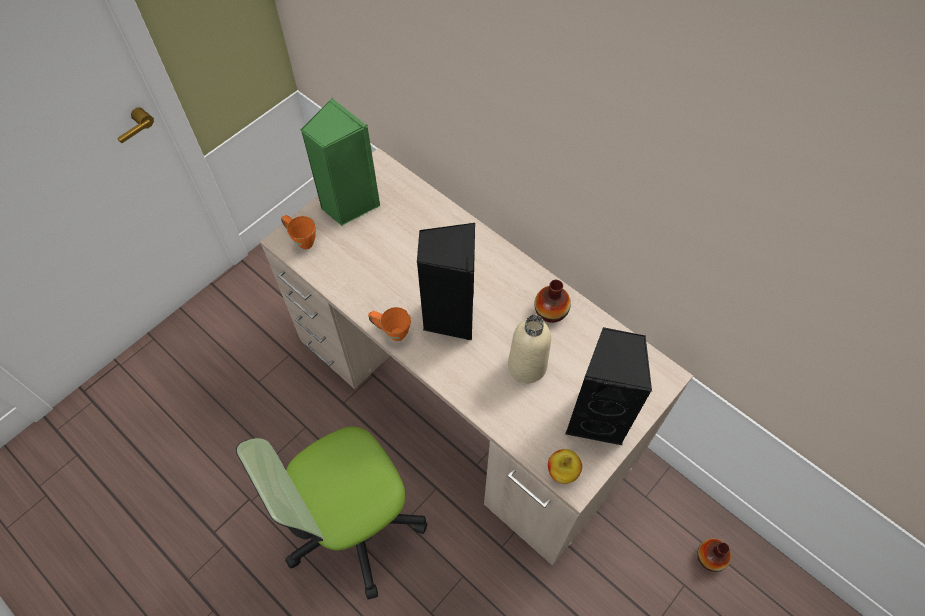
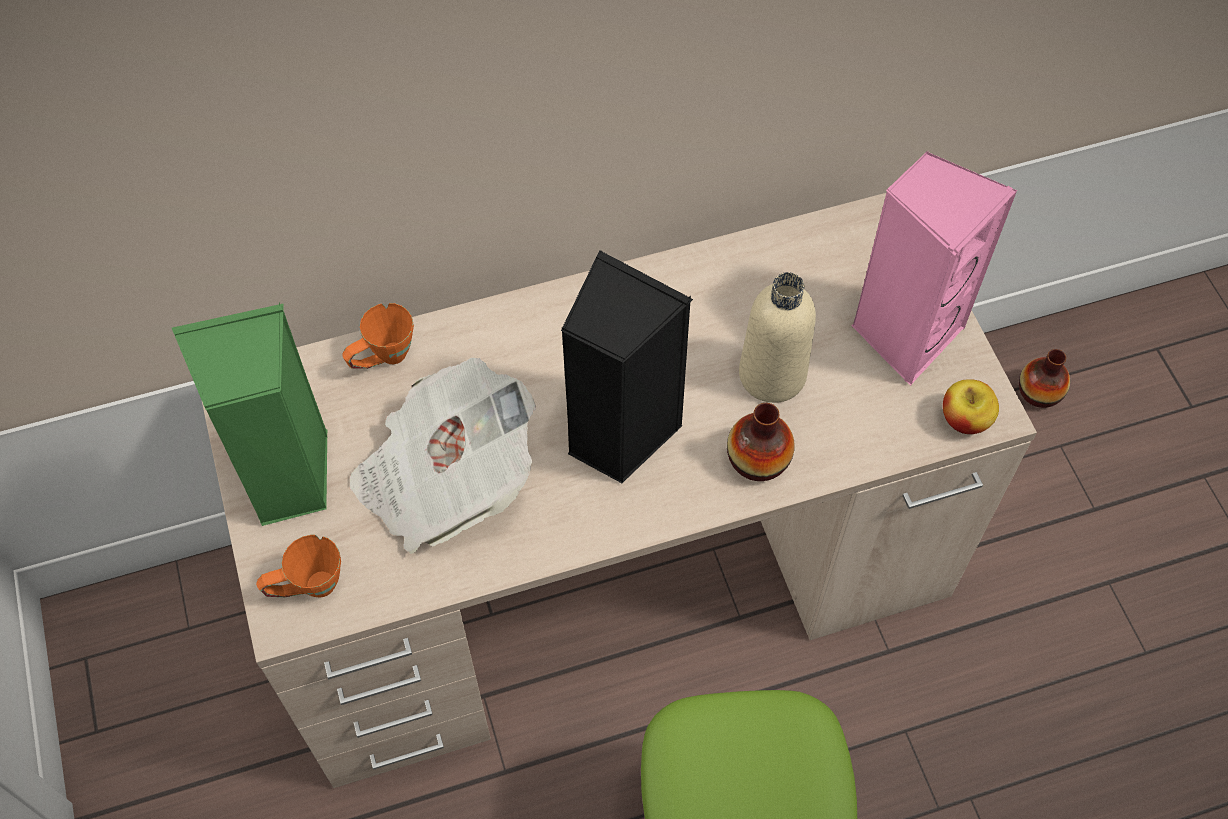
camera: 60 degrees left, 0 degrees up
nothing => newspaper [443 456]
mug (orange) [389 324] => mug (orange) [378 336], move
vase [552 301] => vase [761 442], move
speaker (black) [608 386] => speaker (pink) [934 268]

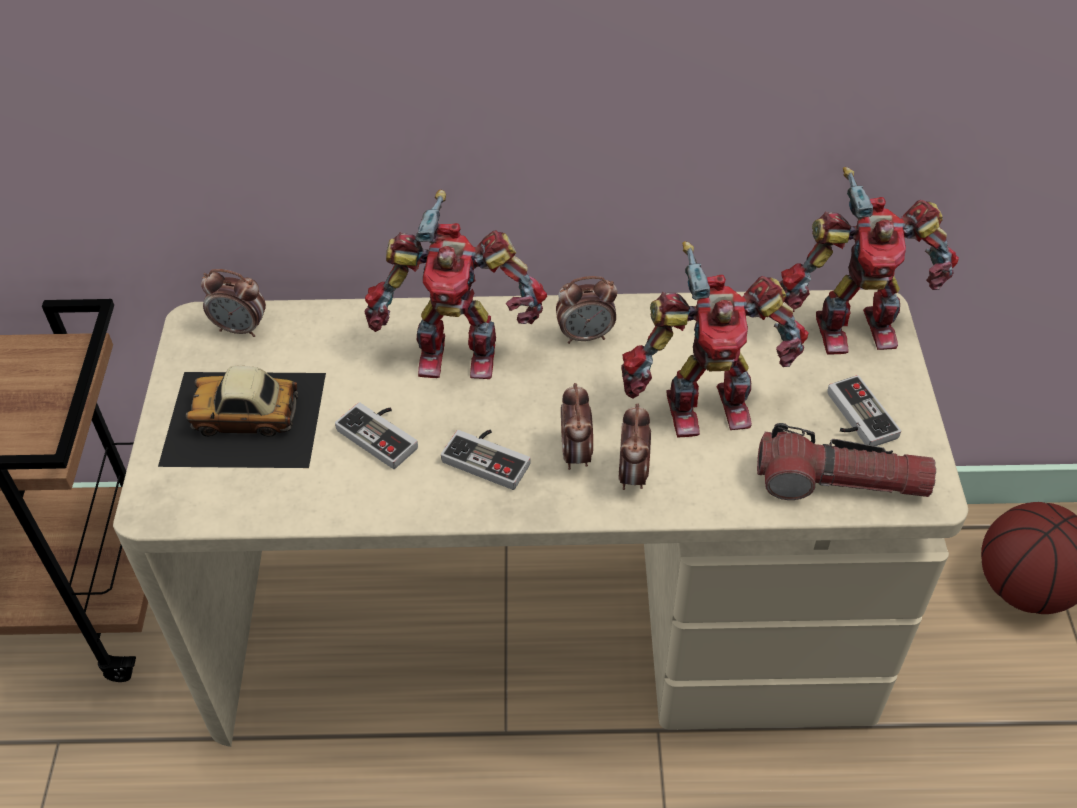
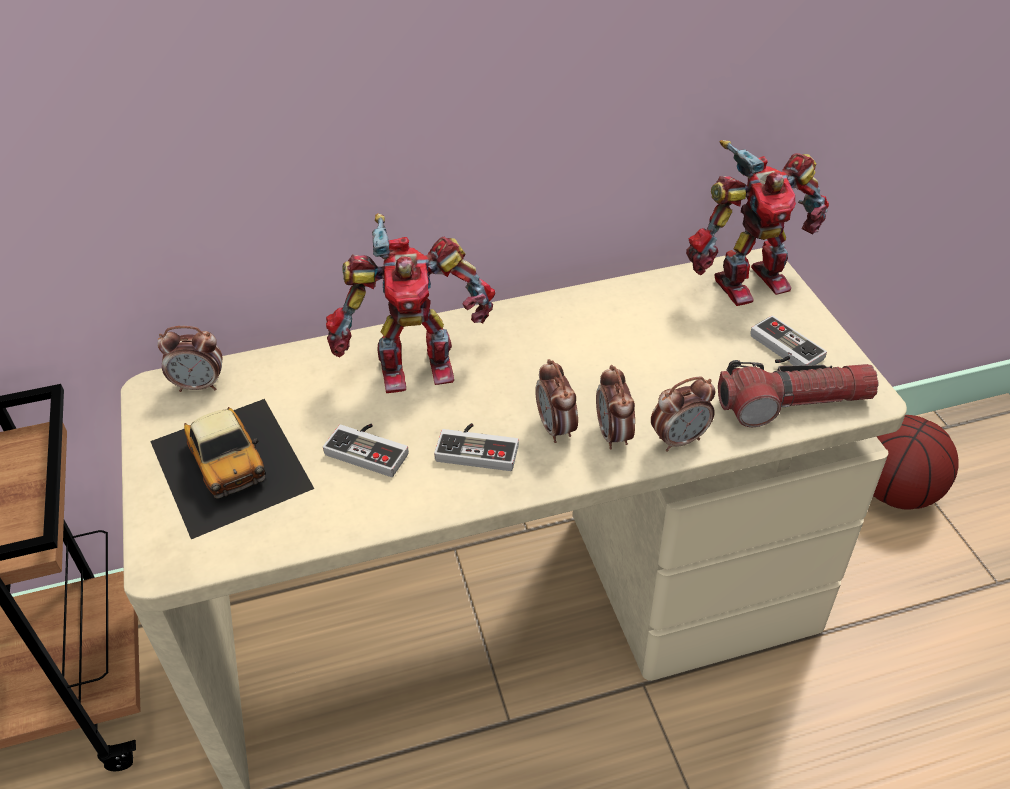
camera: 15 degrees left, 5 degrees down
toy robot [715 339] => nothing
alarm clock [587 310] => alarm clock [683 414], move
toy car [242 417] => toy car [232 469], 105 degrees counterclockwise

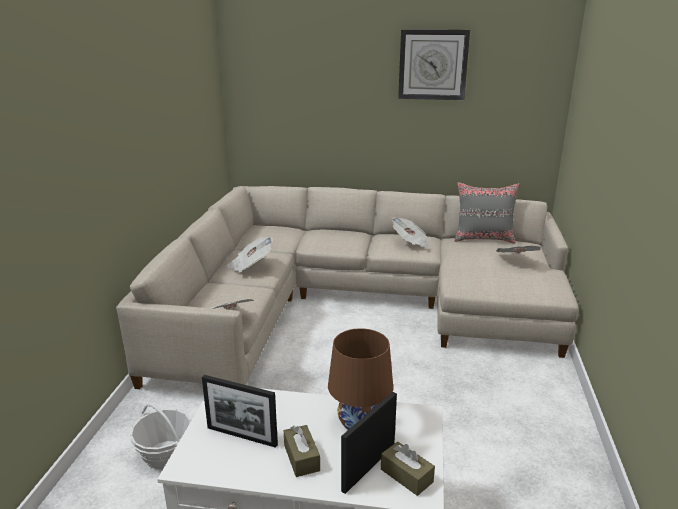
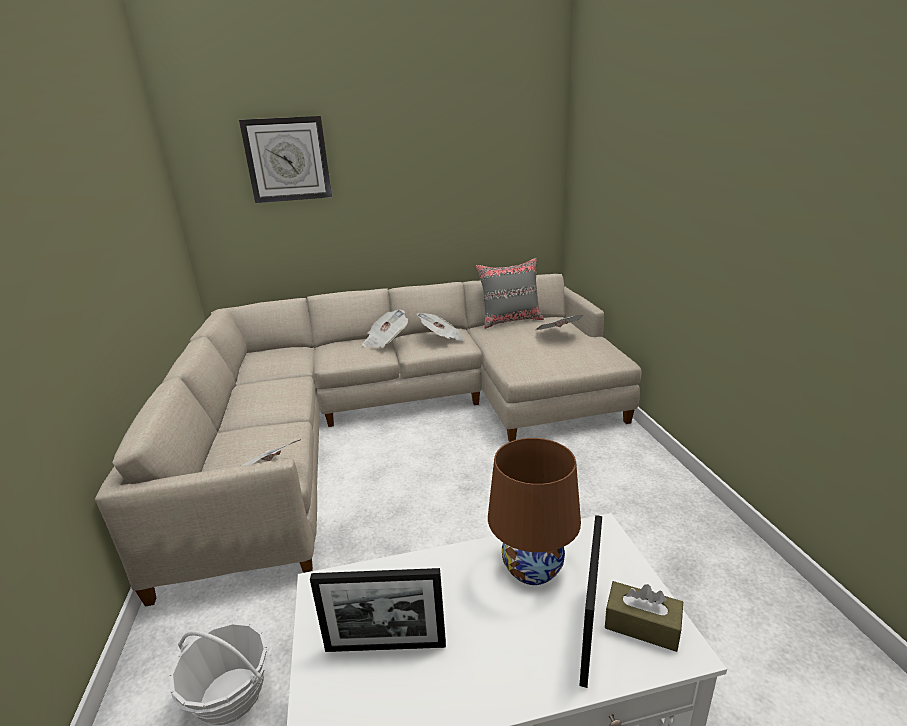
camera: 20 degrees left, 0 degrees up
tissue box (brown) [302 451] => nothing
newspaper [250 254] => newspaper [385 329], move
wall clock [434 64] => wall clock [285 159], move

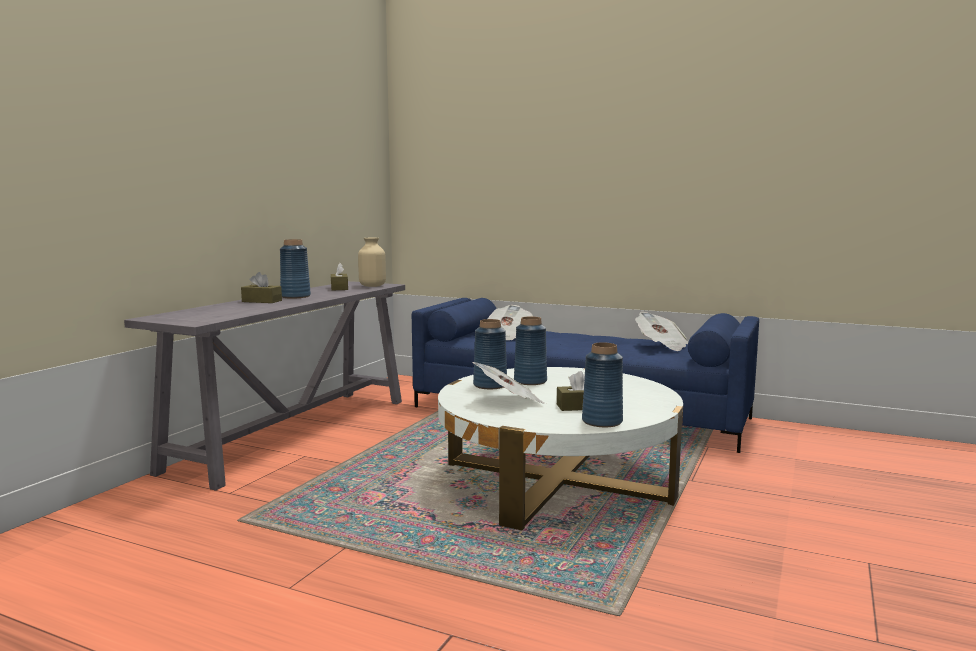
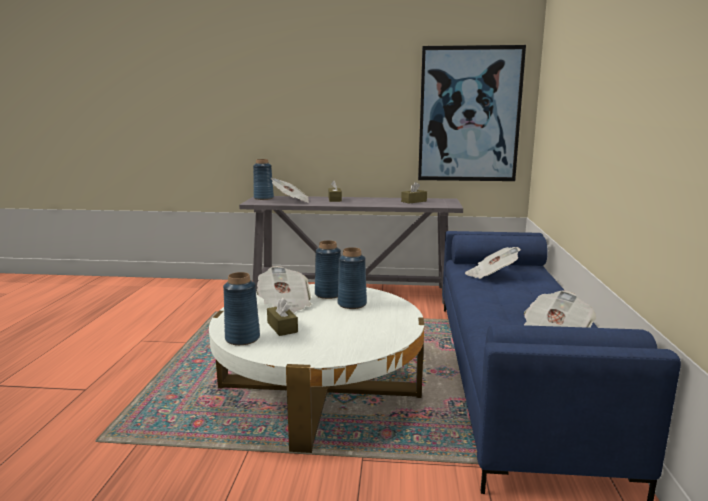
camera: 70 degrees right, 5 degrees up
vase (beige) [372 262] => nothing
nothing => newspaper [290 190]
nothing => picture [472 113]
vase (blue) [295 268] => vase (blue) [263 179], move

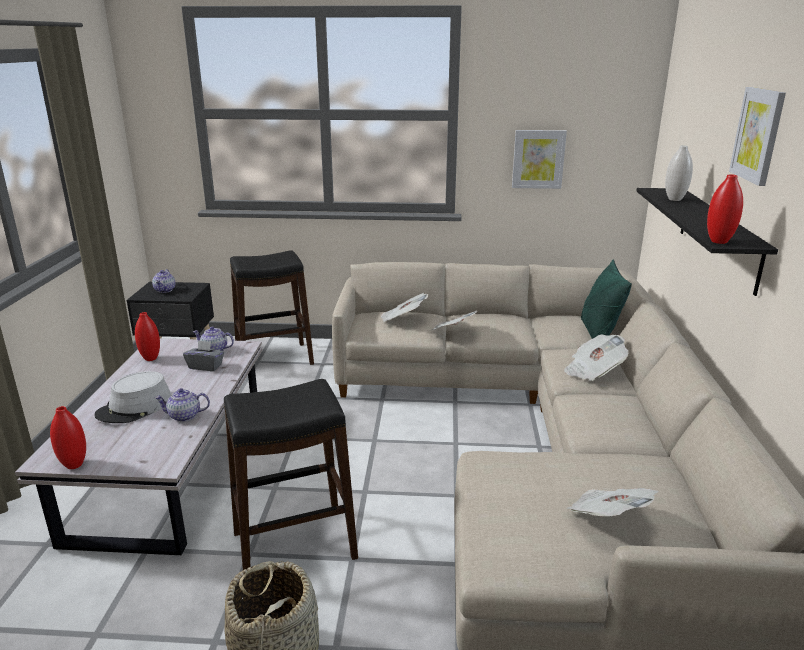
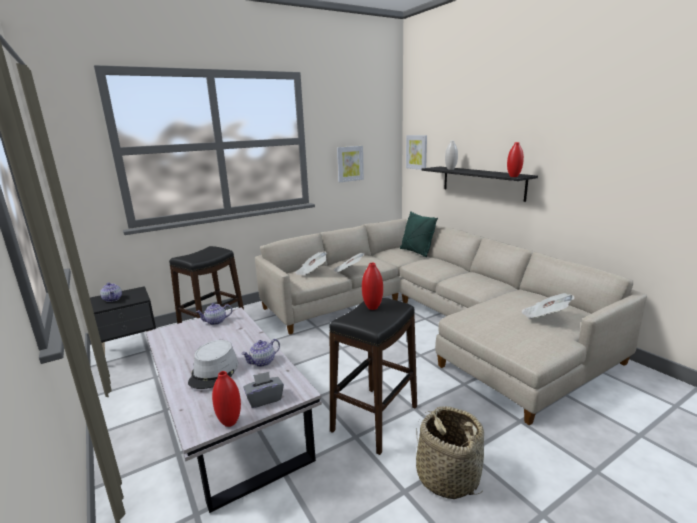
camera: 35 degrees left, 5 degrees down
newspaper [596 357] => nothing
vase (red) [147 336] => vase (red) [372 286], move
tissue box (grey) [203 355] => tissue box (grey) [263 390], move
picture [757 136] => picture [416 152], move

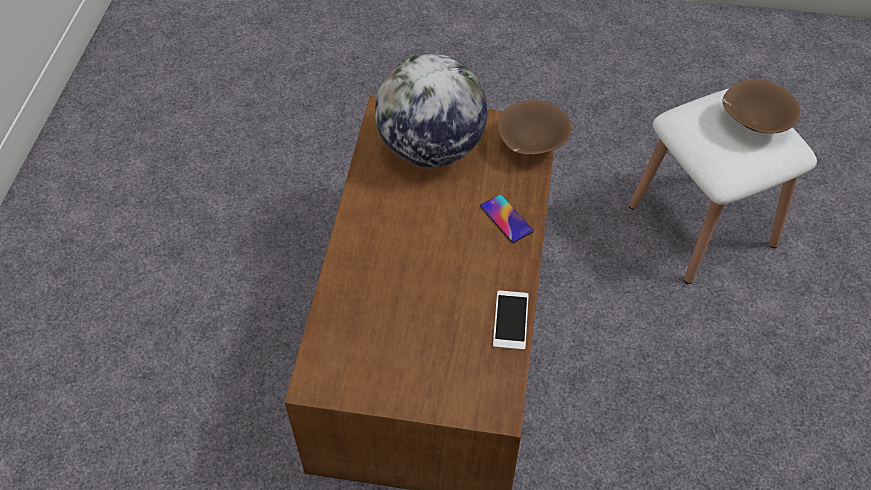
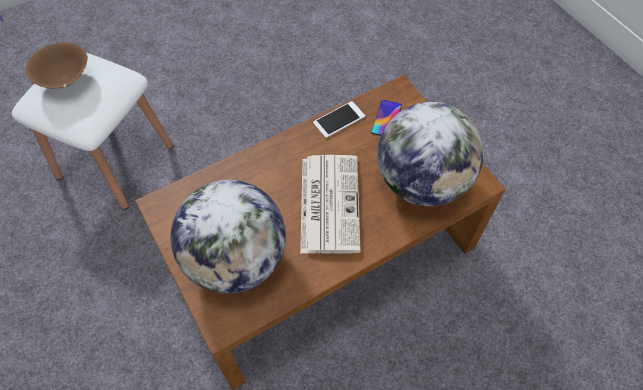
camera: 130 degrees left, 5 degrees up
bowl (brown) [535 127] => nothing
nothing => newspaper [330 204]
nothing => globe [430 154]
phone [507 218] => phone [386 118], move

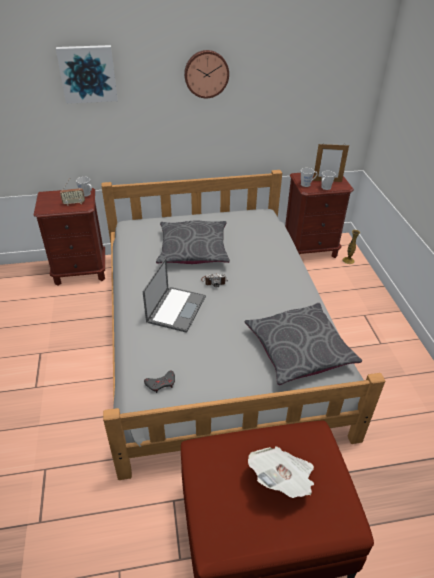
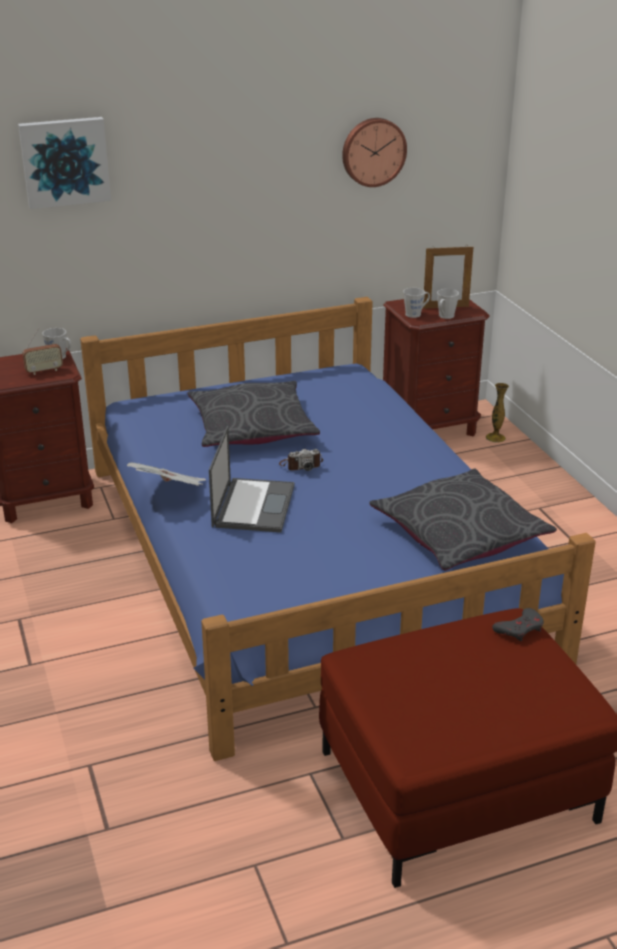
camera: 10 degrees left, 10 degrees down
game controller (grey) [159 382] => game controller (grey) [518 624], move
wall clock [206 74] => wall clock [374 152], move
newspaper [281 472] => newspaper [166 474], move
bed (grey) [243 325] => bed (blue) [338 529]

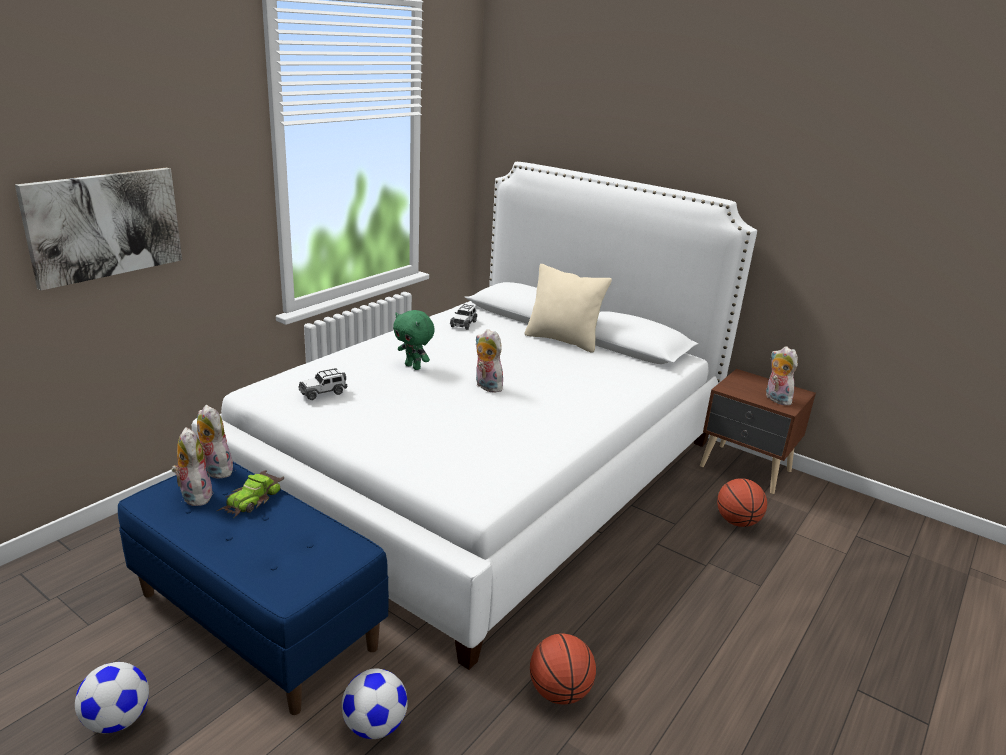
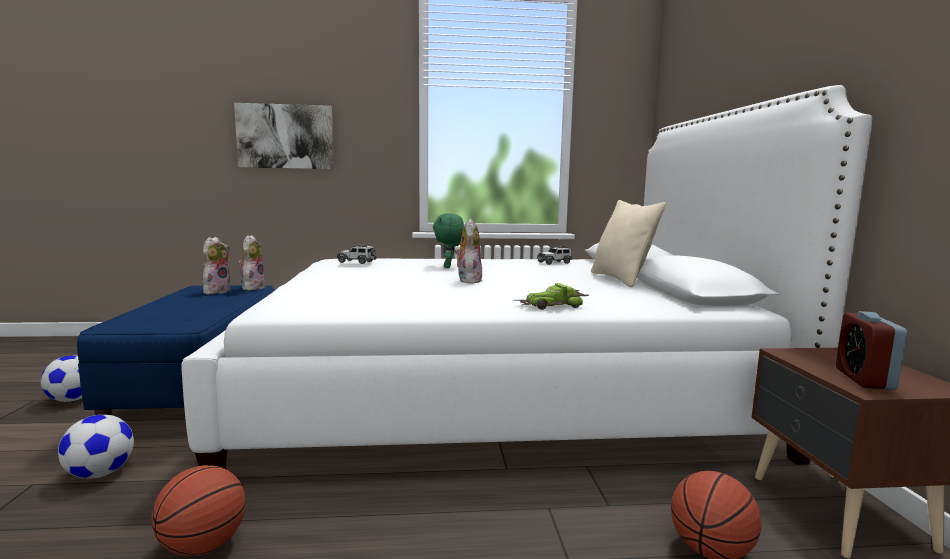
camera: 50 degrees right, 15 degrees down
toy car [250 494] => toy car [553 296], move
plush toy [782 375] => alarm clock [871 350]

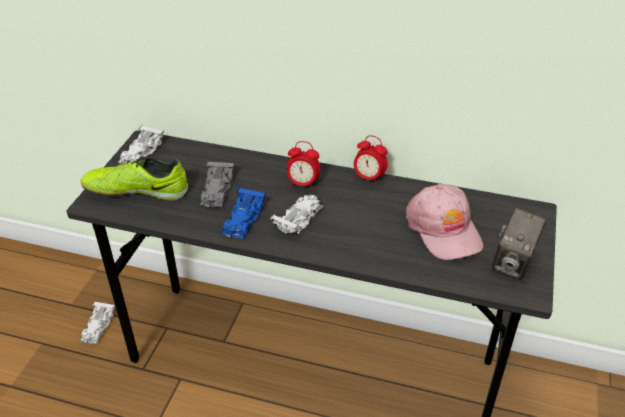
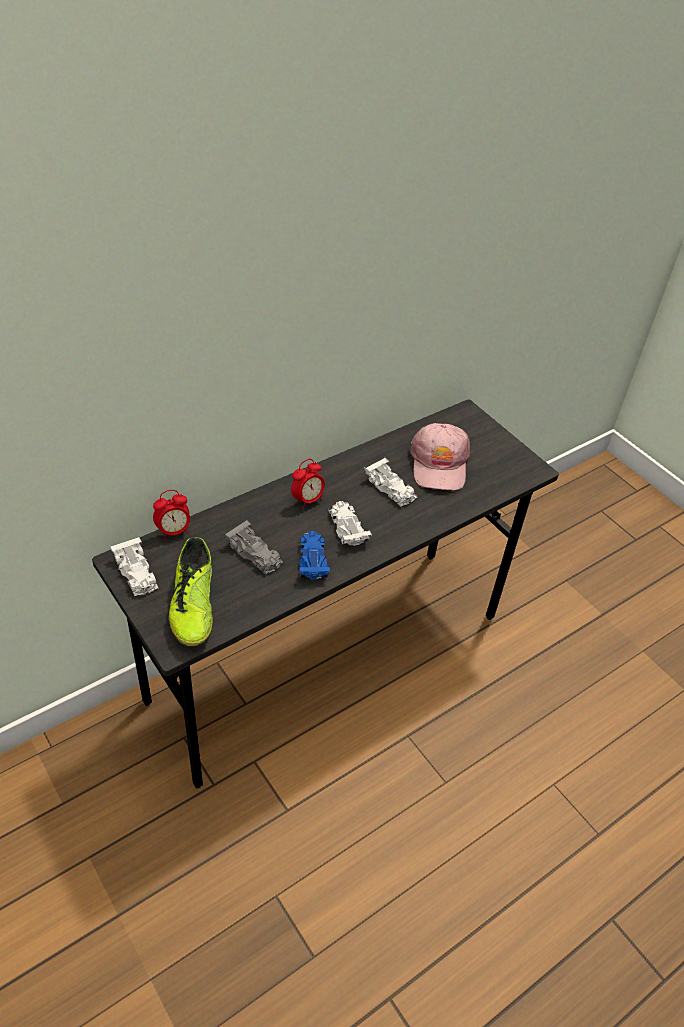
camera: 55 degrees left, 5 degrees up
photo camera [518 244] => nothing
toy car (white) [97 322] => toy car (white) [390 481], move
alarm clock [371 160] => alarm clock [171 515], move
shoe [134 179] => shoe [191 591], 45 degrees counterclockwise
toy car (blue) [243 213] => toy car (blue) [314 555], 150 degrees counterclockwise
cap (pink) [444 222] => cap (pink) [440 457], 75 degrees clockwise

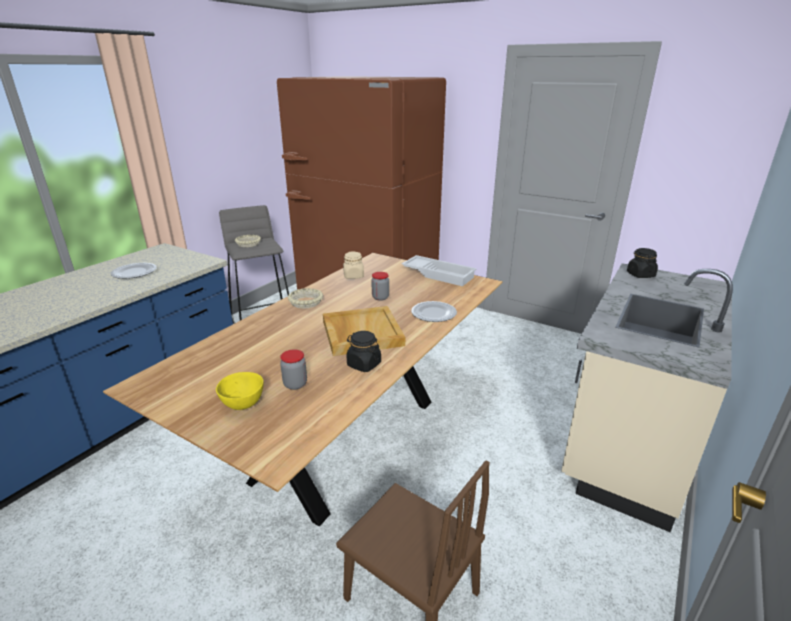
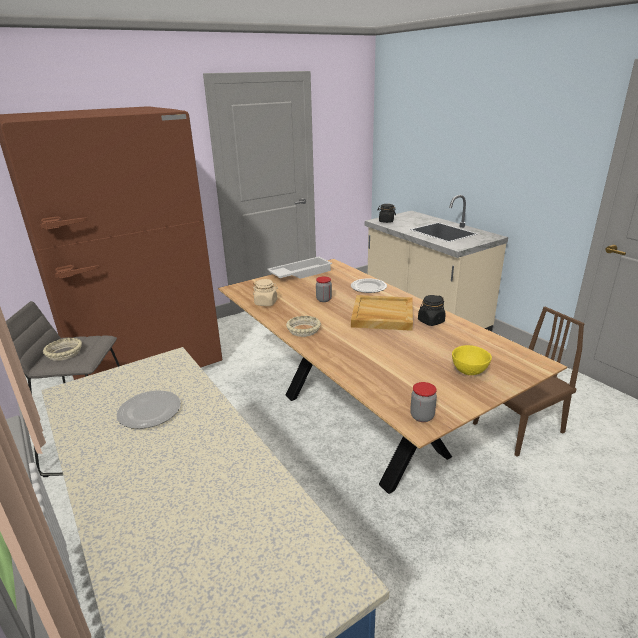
camera: 65 degrees left, 0 degrees up
jar [293 369] => jar [423 402], move

